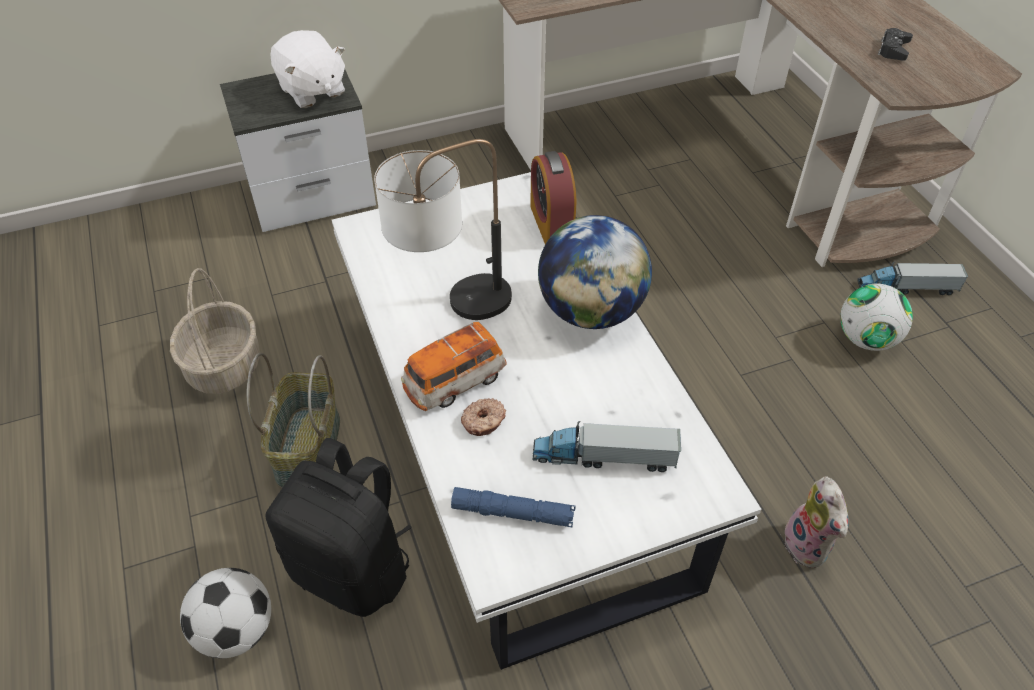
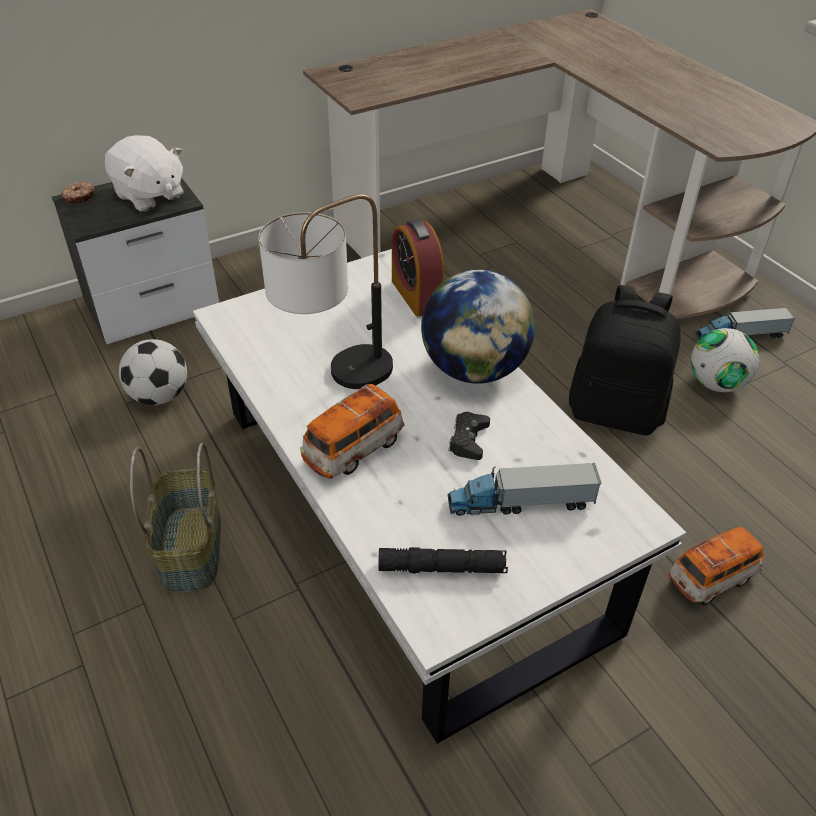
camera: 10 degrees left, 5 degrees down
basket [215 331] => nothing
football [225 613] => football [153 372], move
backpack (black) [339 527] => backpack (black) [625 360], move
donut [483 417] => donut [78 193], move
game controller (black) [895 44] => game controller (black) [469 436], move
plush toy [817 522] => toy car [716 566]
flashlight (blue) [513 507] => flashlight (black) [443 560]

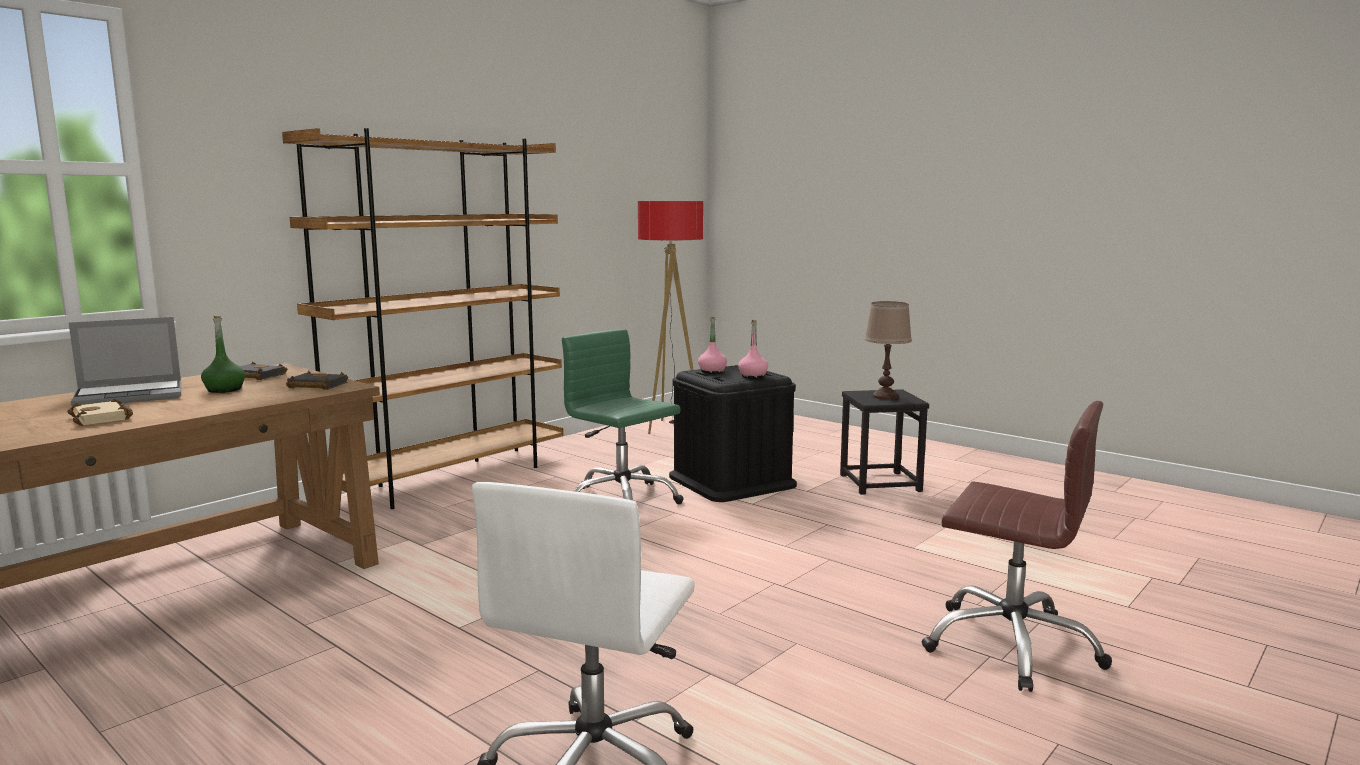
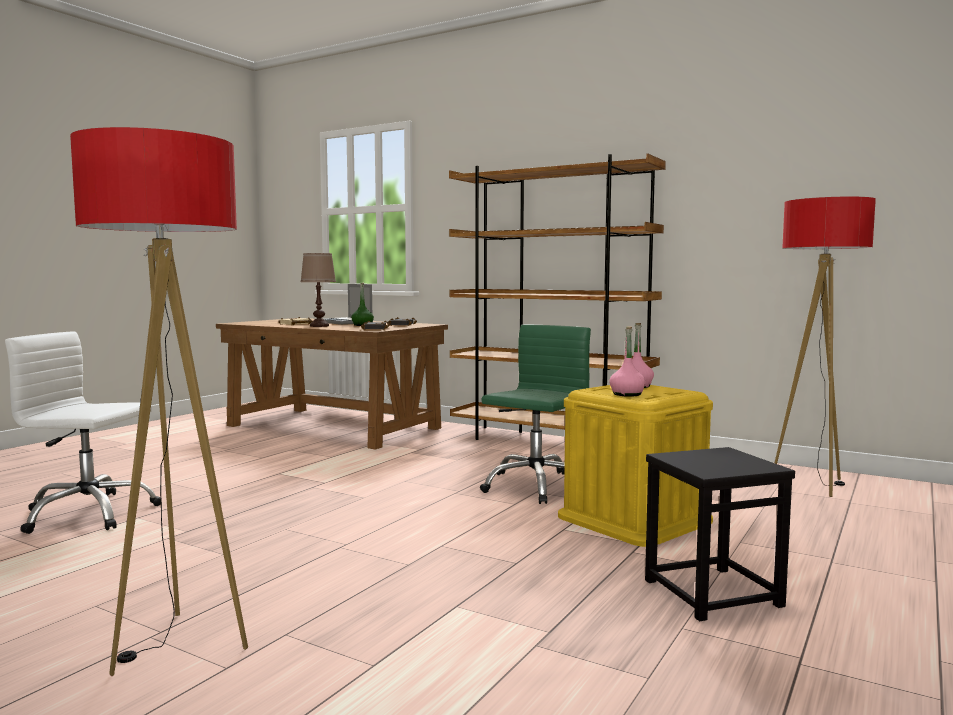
camera: 80 degrees right, 5 degrees down
table lamp (brown) [888 350] => table lamp (brown) [318 290], move
office chair (brown) [1017 546] => floor lamp [159 401]
storage box (black) [733 433] => storage box (yellow) [635 466]

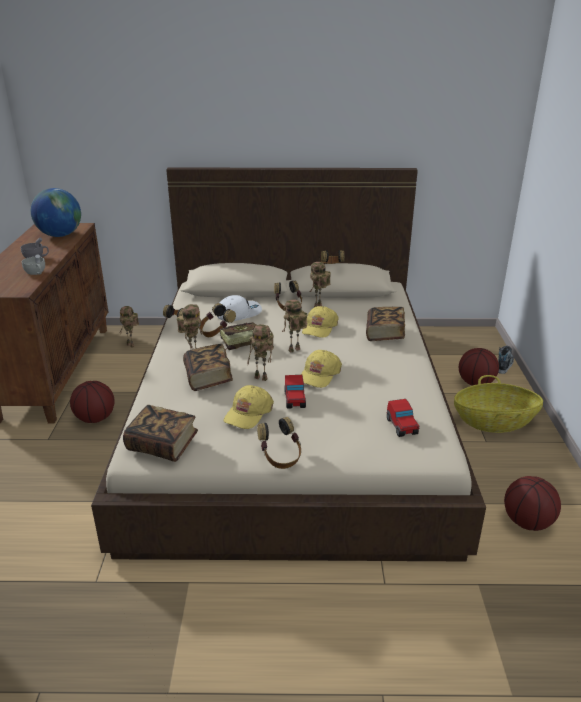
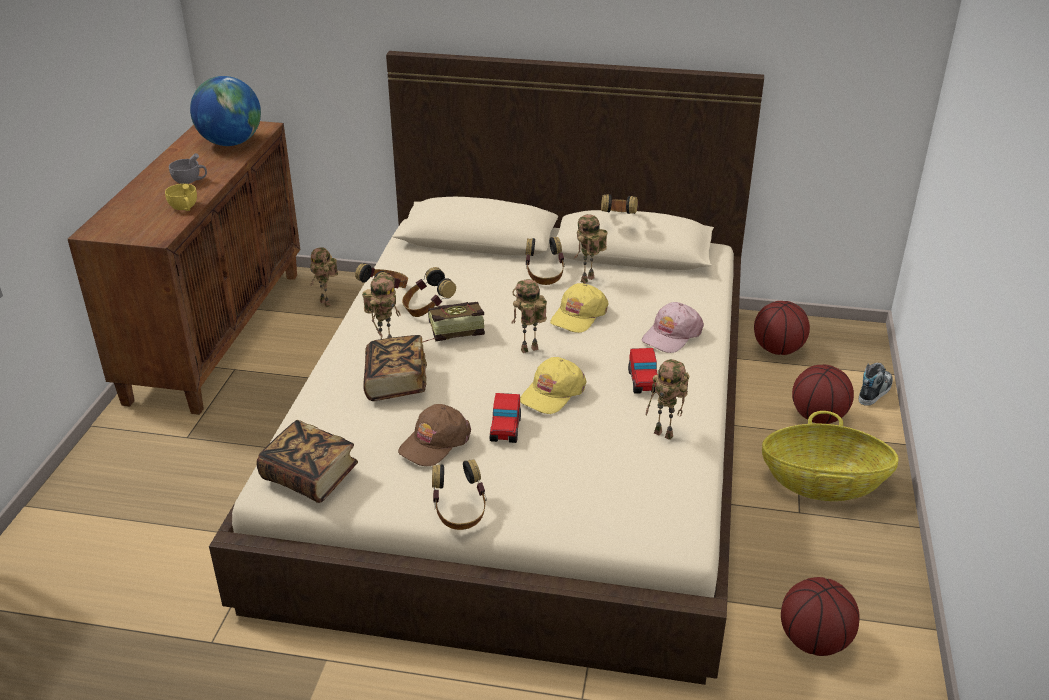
camera: 10 degrees right, 5 degrees up
cap (white) [239 308] => nothing
basketball [92 402] => basketball [782 328], move
toy robot [260 352] => toy robot [667 399], move
toy car [403 418] => toy car [643 371], move
book [385 324] => cap (pink) [673 327]
cup (white) [33 265] => cup (yellow) [181 197]
cap (yellow) [248 407] => cap (brown) [434 435]

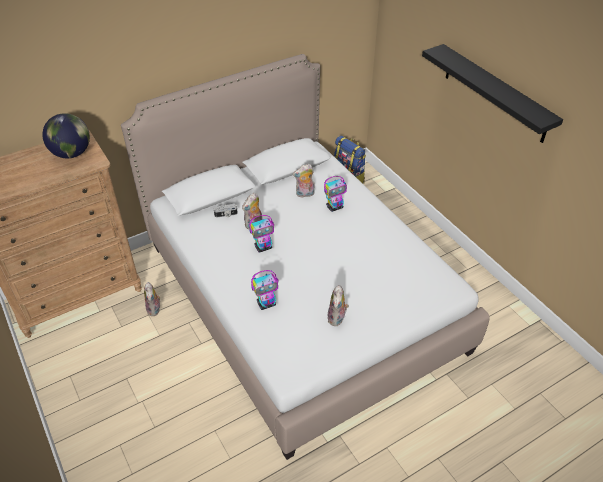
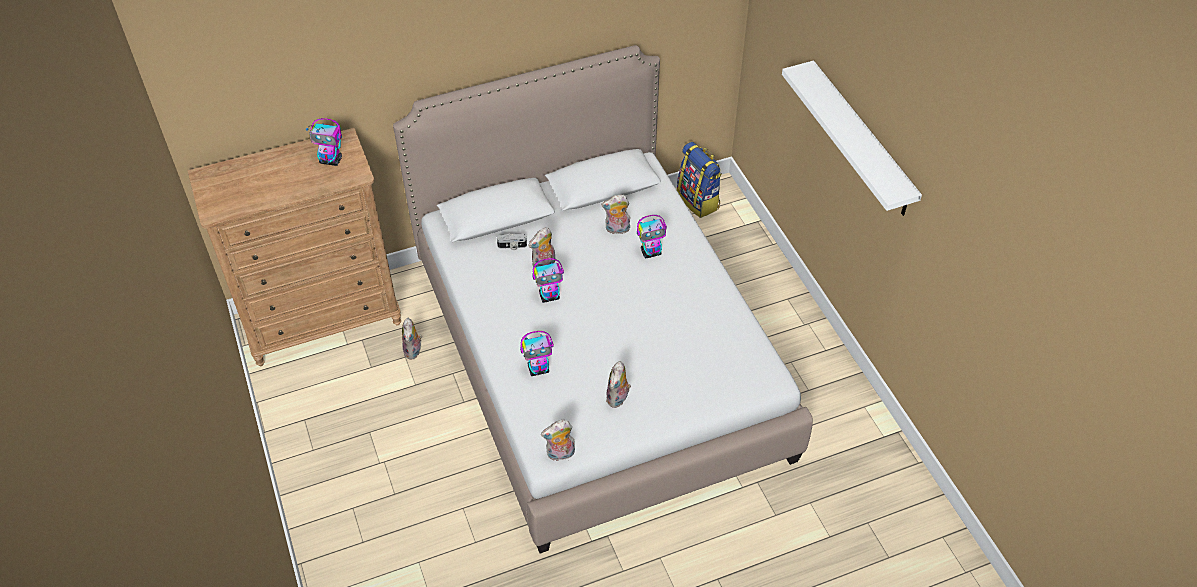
camera: 10 degrees right, 5 degrees up
nothing => plush toy [558 440]
globe [66 135] => toy robot [324 142]
shelf (black) [492 93] => shelf (white) [852 138]

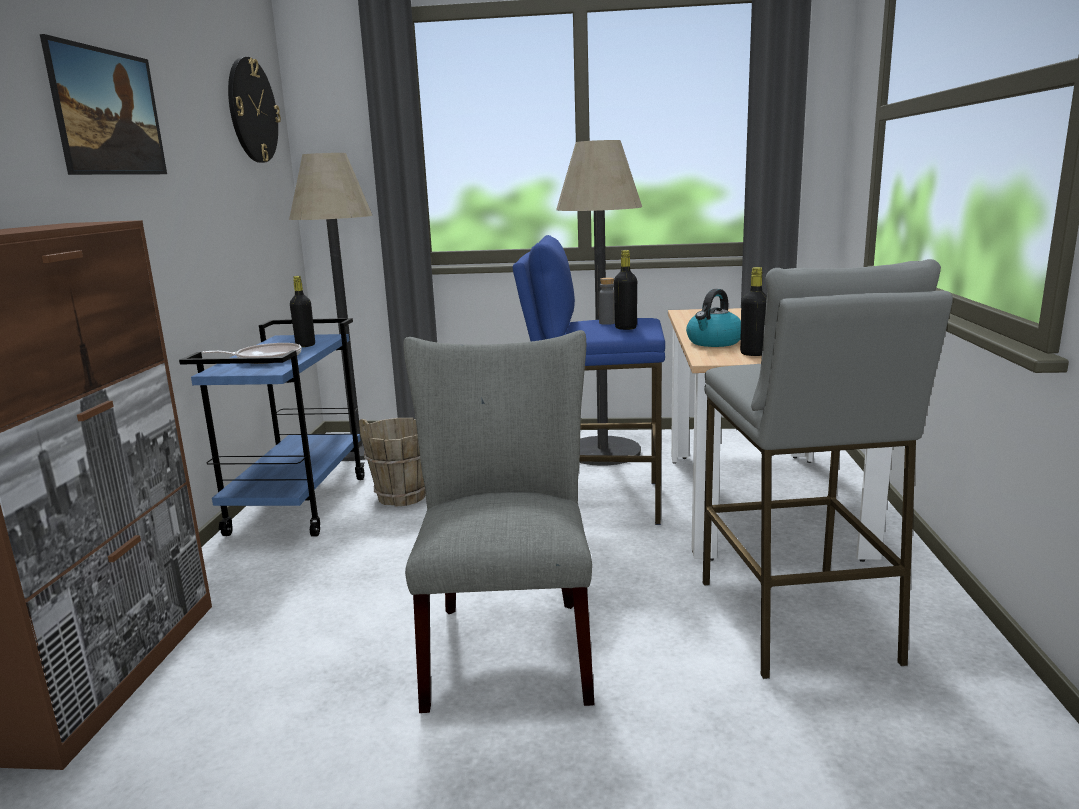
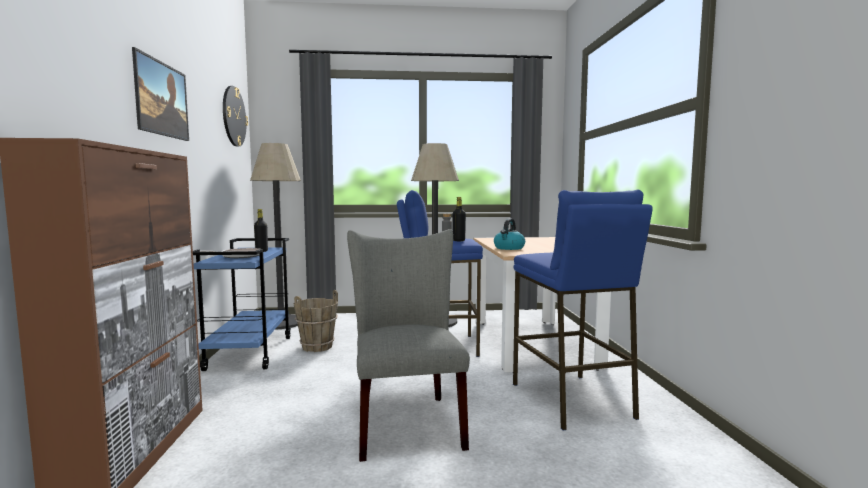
camera: 10 degrees left, 10 degrees down
bottle (black) [753 311] => nothing
stool (grey) [827 469] => stool (blue) [583 310]

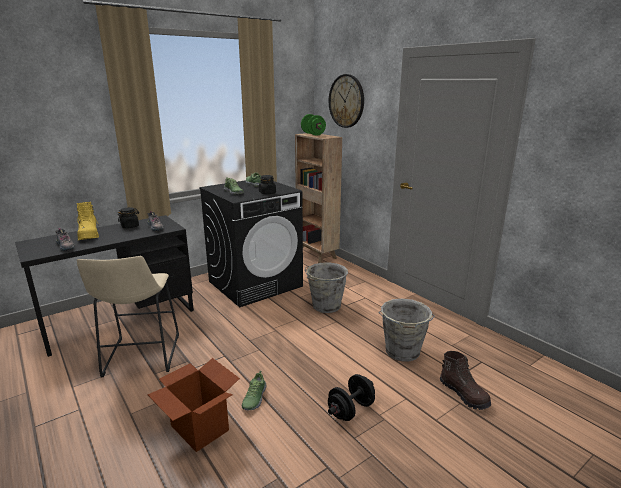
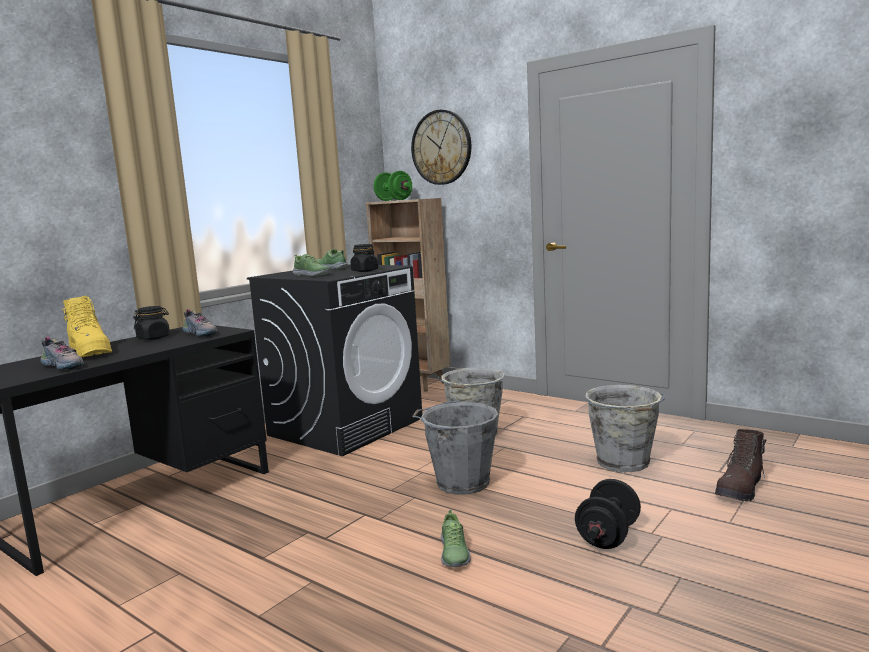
camera: 15 degrees left, 10 degrees down
stool (beige) [128 316] => nothing
cardboard box [193 405] => nothing
nothing => bucket (grey) [455 448]
boot (brown) [465 380] => boot (brown) [740 465], 90 degrees clockwise

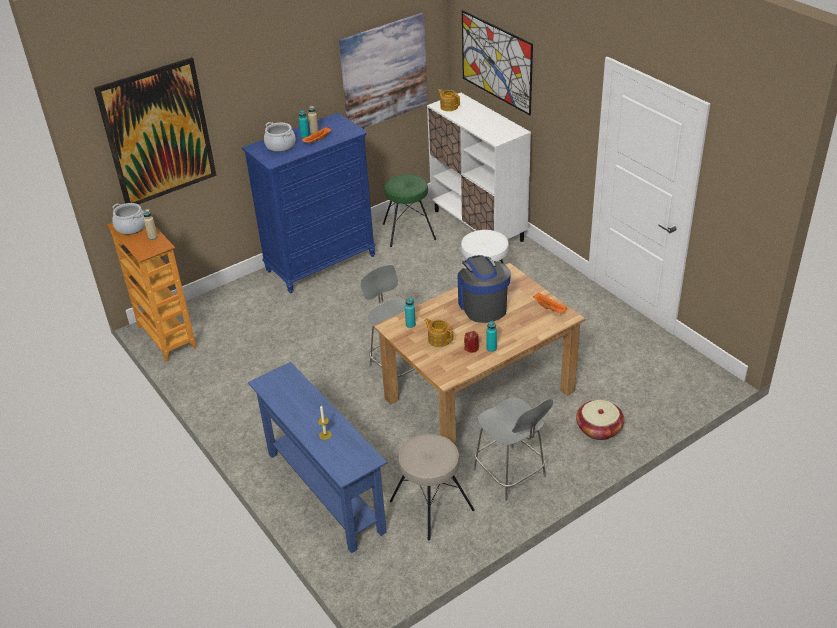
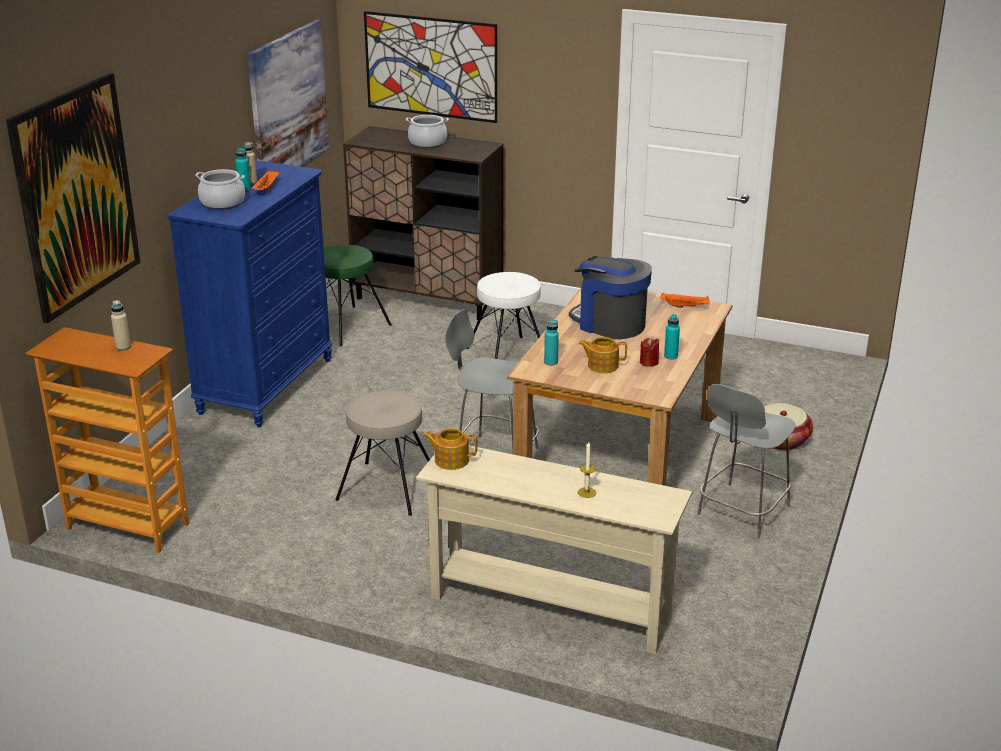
camera: 35 degrees left, 10 degrees down
cooking pot [128 219] => cooking pot [427 131], move
stool (beige) [432 487] => stool (beige) [383 453], move
teapot [448 100] => teapot [450 449], move
console table (blue) [317 457] => console table (beige) [554 550]
cabinet (white) [479 167] => cabinet (brown) [423 223]
chair (grey) [513 449] => chair (grey) [746 461], 105 degrees clockwise

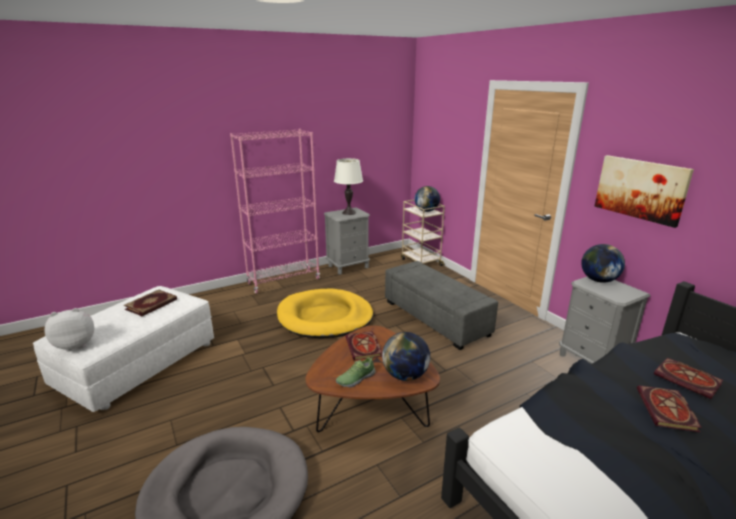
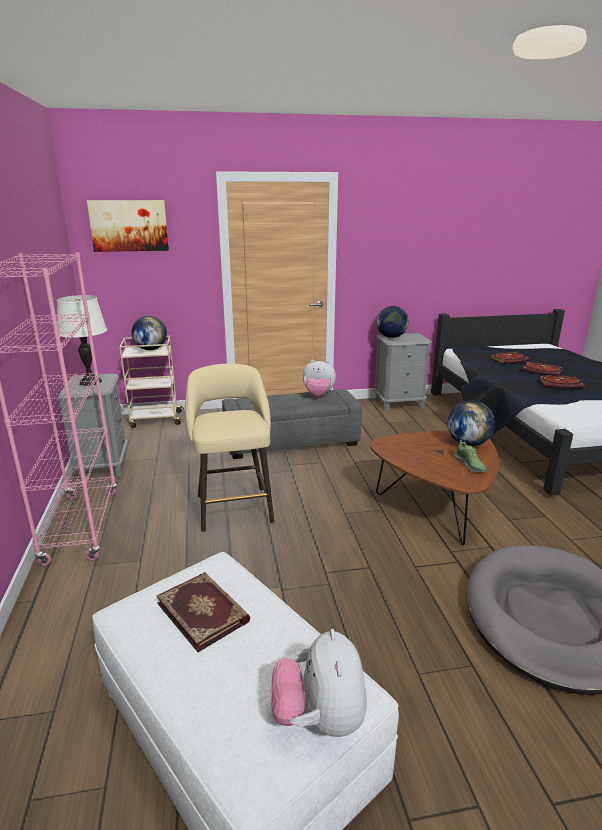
camera: 70 degrees left, 0 degrees up
nothing => plush toy [319 378]
book [363 345] => book [562 381], move
picture [644 191] => picture [128 226], move
dog bed (yellow) [325 313] => stool (beige) [229 448]

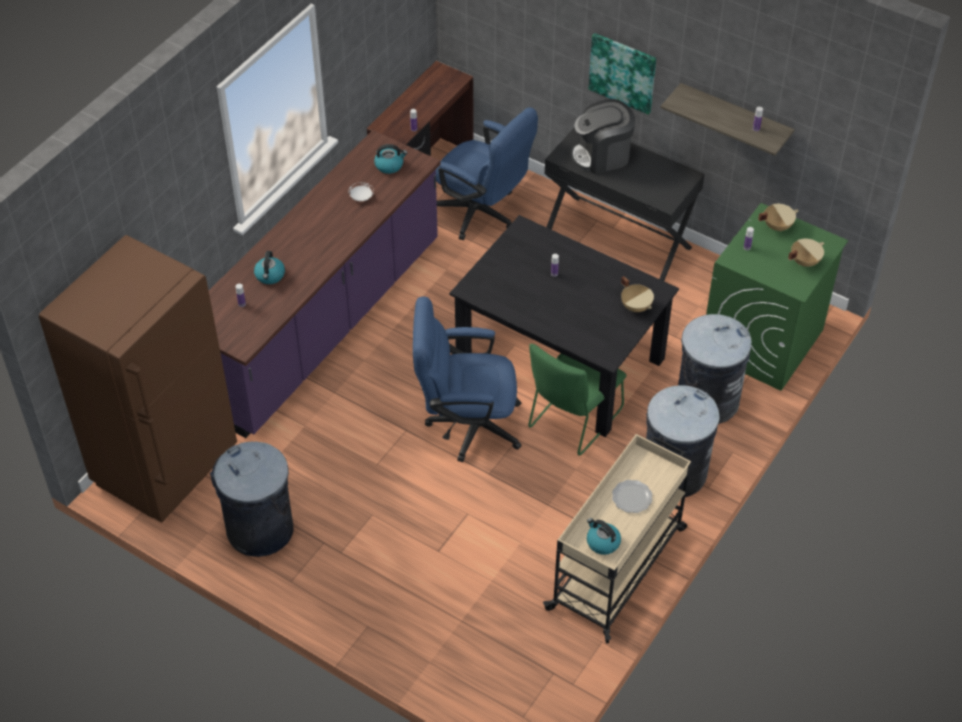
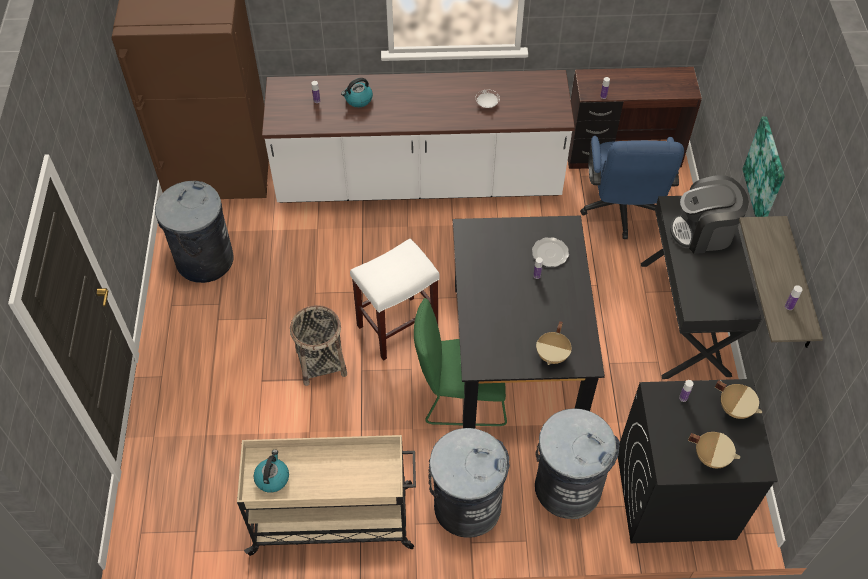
camera: 55 degrees right, 5 degrees up
kettle [390 159] => nothing
nothing => basket [318 345]
plate [632 496] => plate [550 252], move
office chair (blue) [467 379] => stool (white) [395 299]
counter (purple) [325 284] => counter (white) [418 136]
washing machine (green) [777 297] => washing machine (black) [698 461]
coffee machine [603 137] => coffee machine [709 214], 45 degrees counterclockwise

